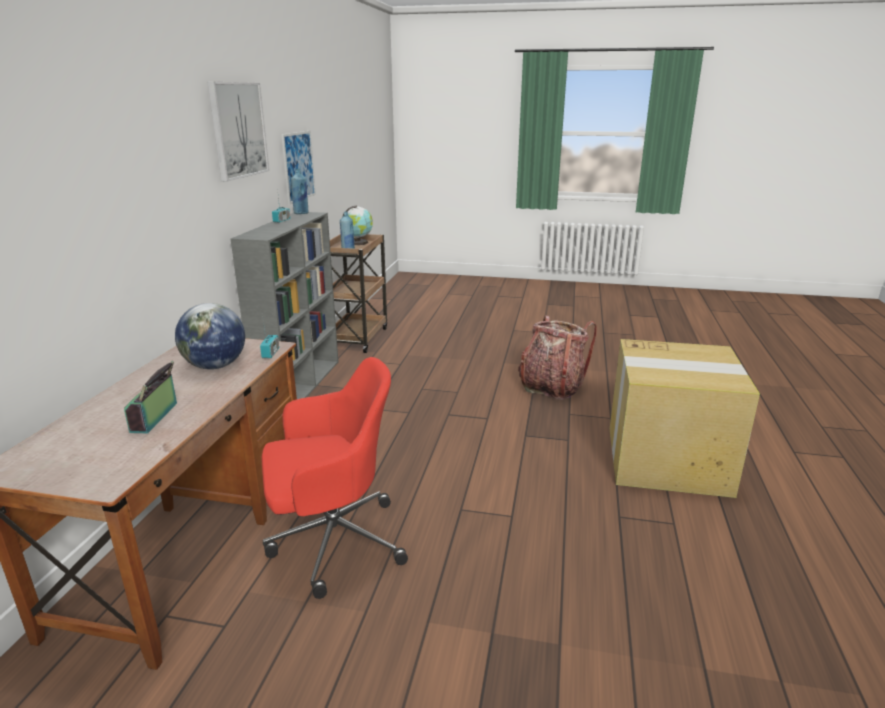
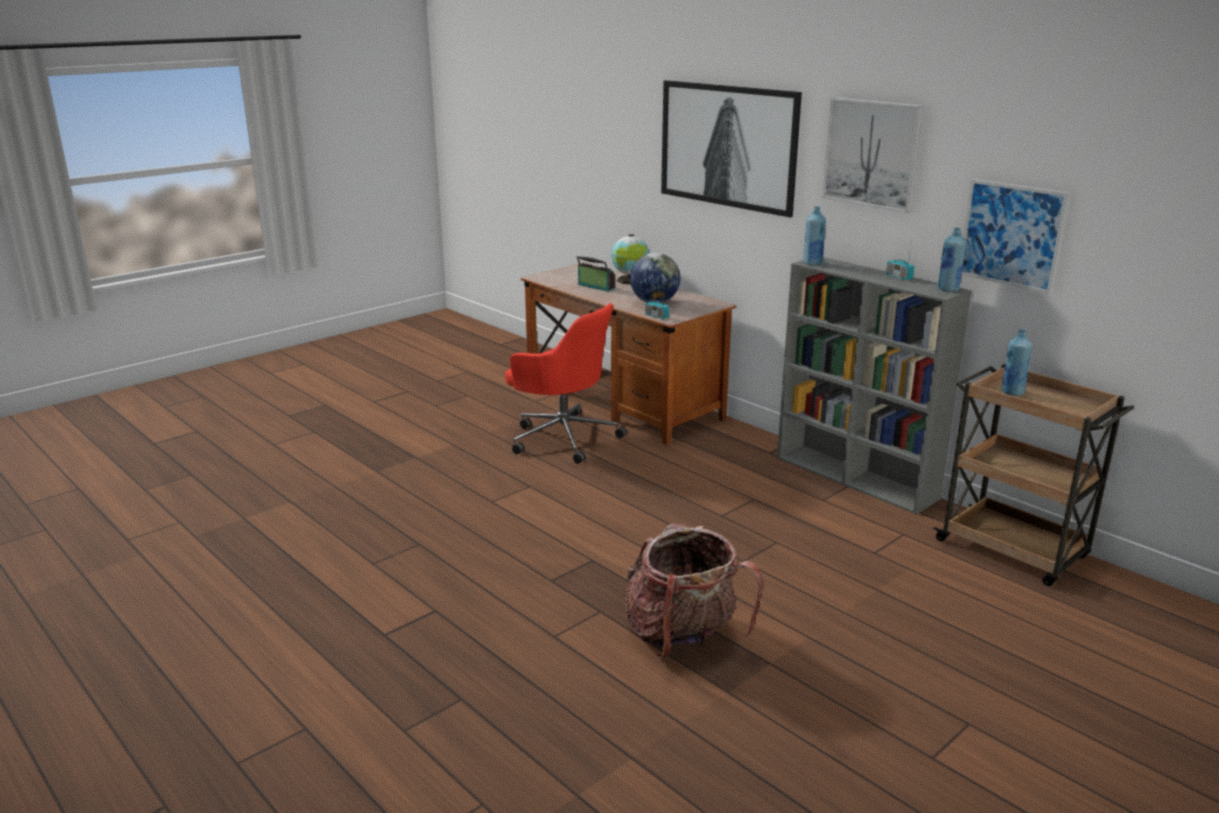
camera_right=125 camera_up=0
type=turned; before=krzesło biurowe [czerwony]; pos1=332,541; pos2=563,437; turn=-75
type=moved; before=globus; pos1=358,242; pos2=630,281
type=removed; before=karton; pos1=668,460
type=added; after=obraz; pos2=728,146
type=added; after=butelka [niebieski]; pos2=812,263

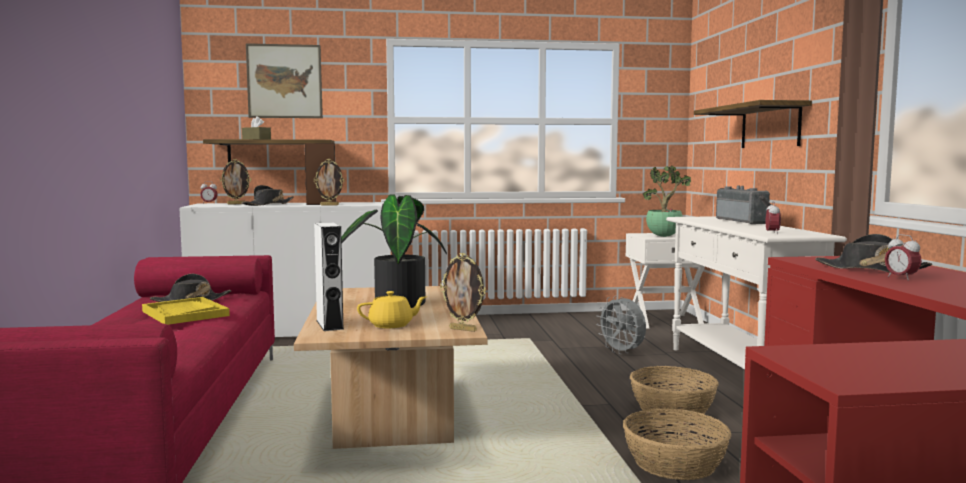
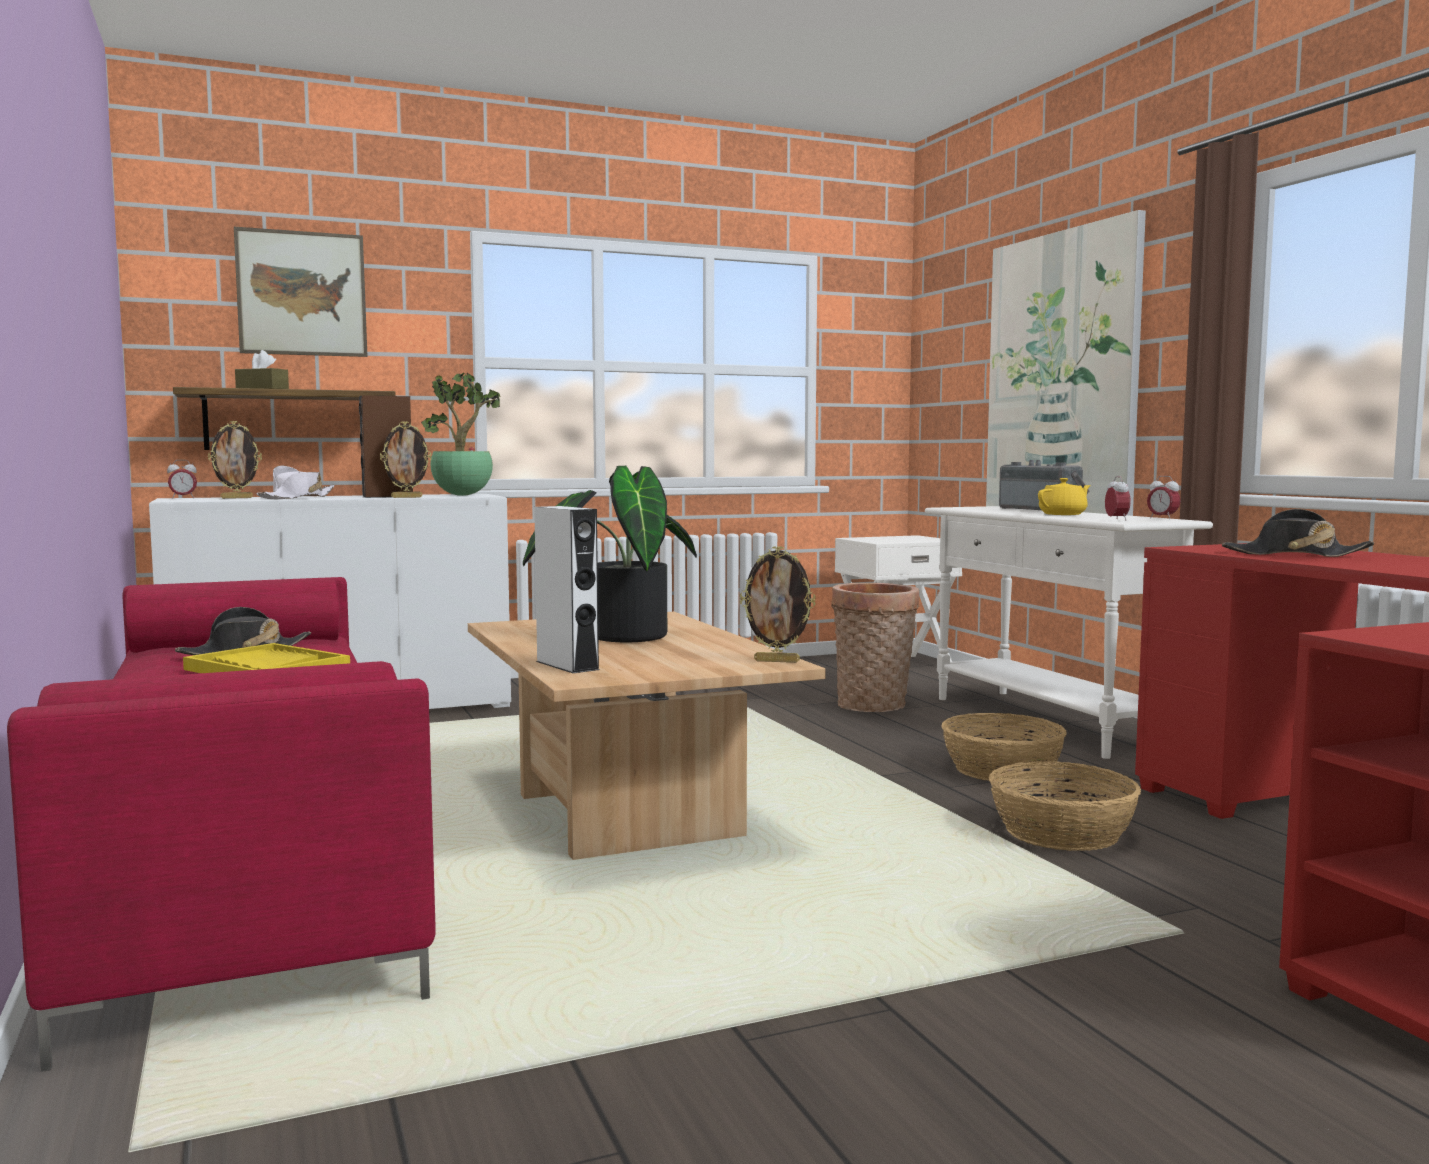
camera_right=-15 camera_up=0
type=recoloured; before=kapelusz [czarny]; after=kapelusz [biały]; pos1=268,204; pos2=297,498
type=moved; before=imbryk [żółty]; pos1=392,325; pos2=1063,514
type=replaced; before=wentylator [szary]; after=koszyk; pos1=622,352; pos2=873,707
type=moved; before=roślina doniczkowa; pos1=664,236; pos2=464,495
type=replaced; before=półka; after=obraz; pos1=770,126; pos2=1061,378
type=moved; before=budzik; pos1=901,278; pos2=1162,518

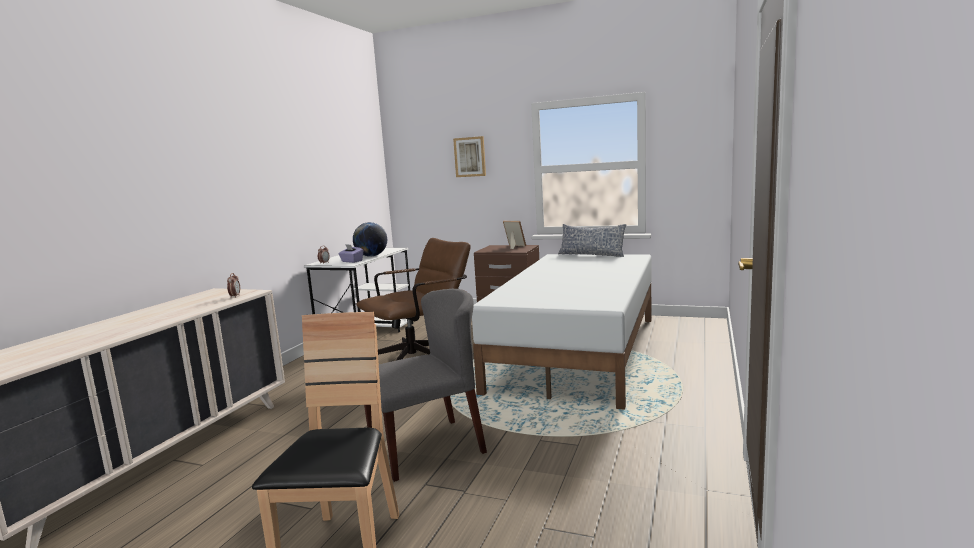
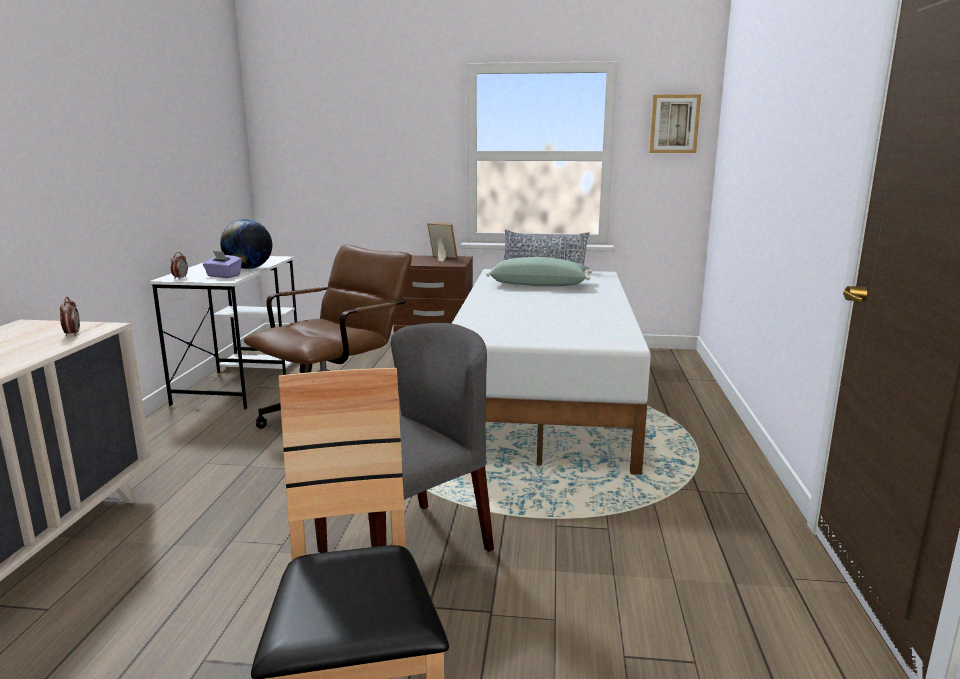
camera_right=-15 camera_up=5
type=moved; before=obraz; pos1=470,157; pos2=674,124
type=added; after=poduszka [zielony]; pos2=539,285

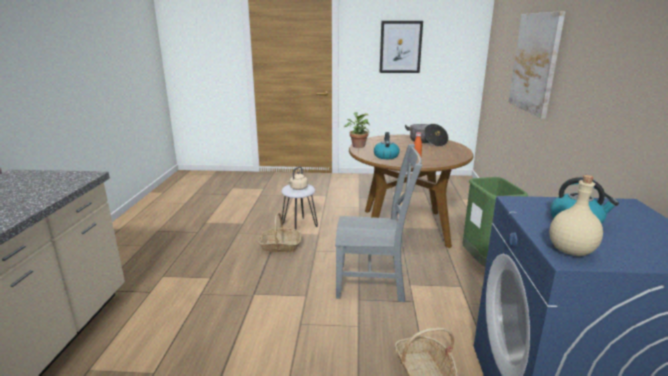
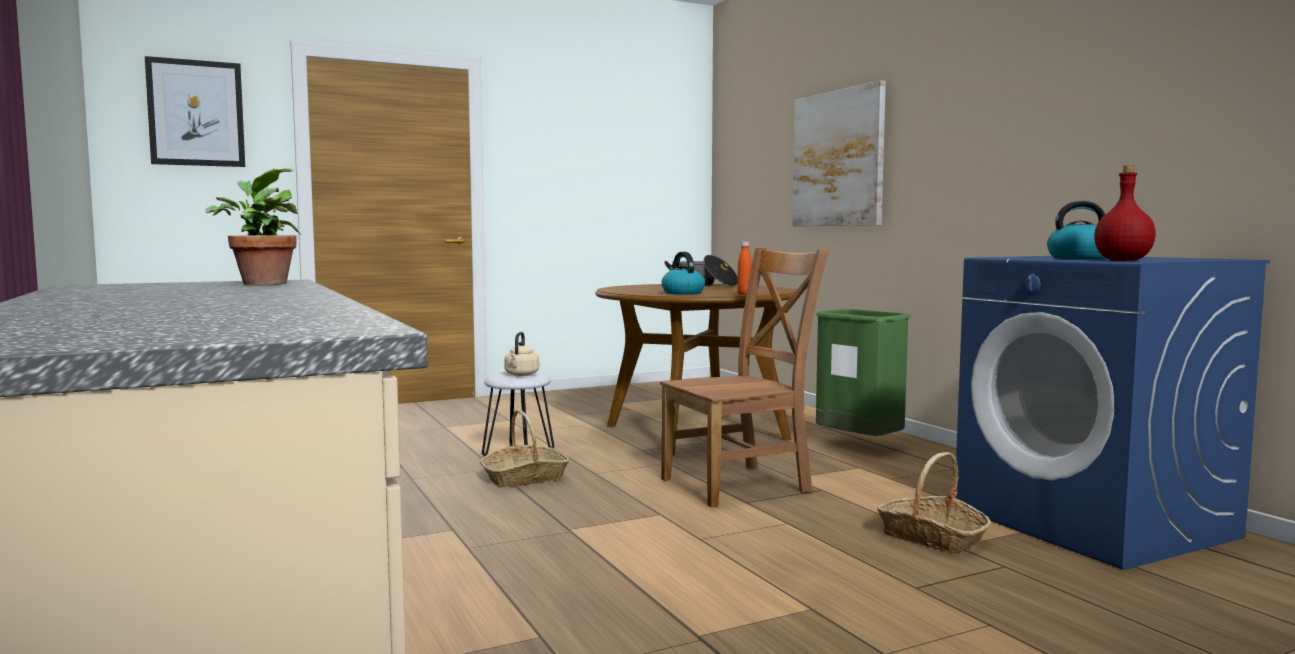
camera_right=-30 camera_up=-15
type=recoloured; before=krzesło [szary]; after=krzesło [brązowy]; pos1=373,282; pos2=741,485
type=moved; before=roślina doniczkowa; pos1=357,146; pos2=260,283
type=moved; before=obraz; pos1=400,47; pos2=196,113
type=recoloured; before=butelka [beżowy]; after=butelka [czerwony]; pos1=570,251; pos2=1122,260

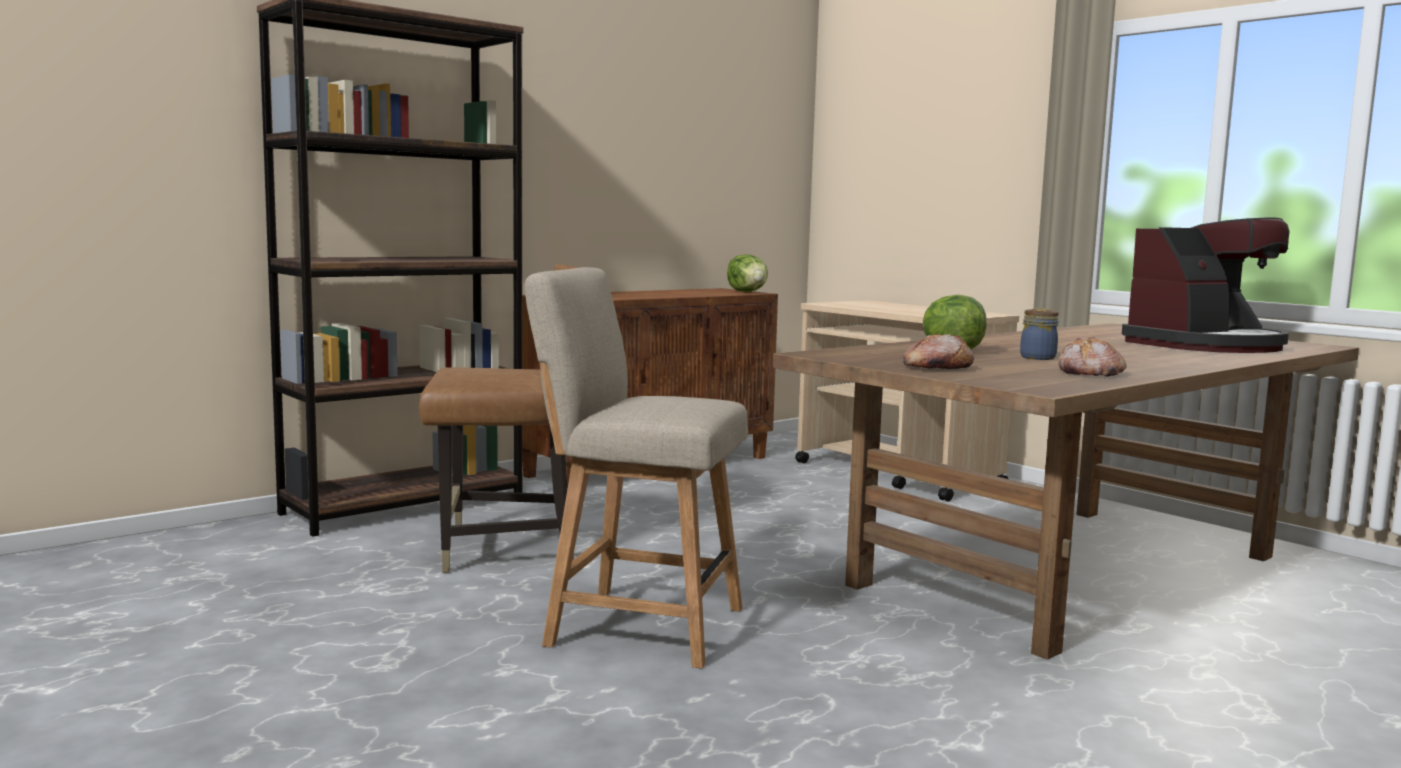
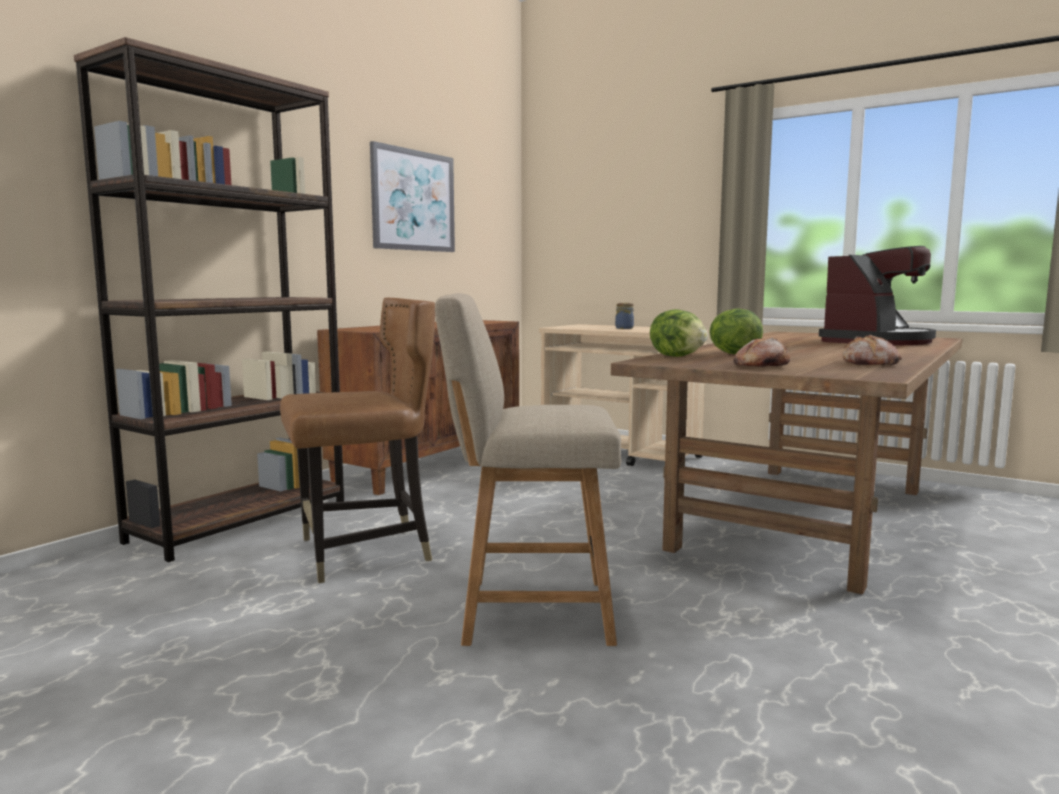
camera_right=-15 camera_up=0
type=moved; before=sałata; pos1=748,292; pos2=678,356
type=moved; before=słoik; pos1=1037,357; pos2=624,328
type=added; after=obraz; pos2=413,200

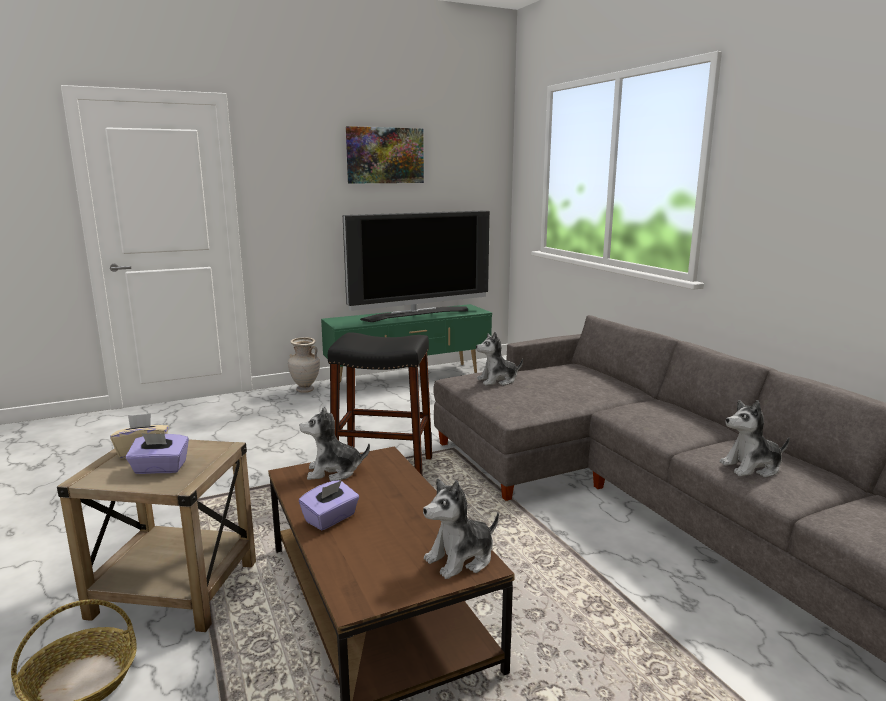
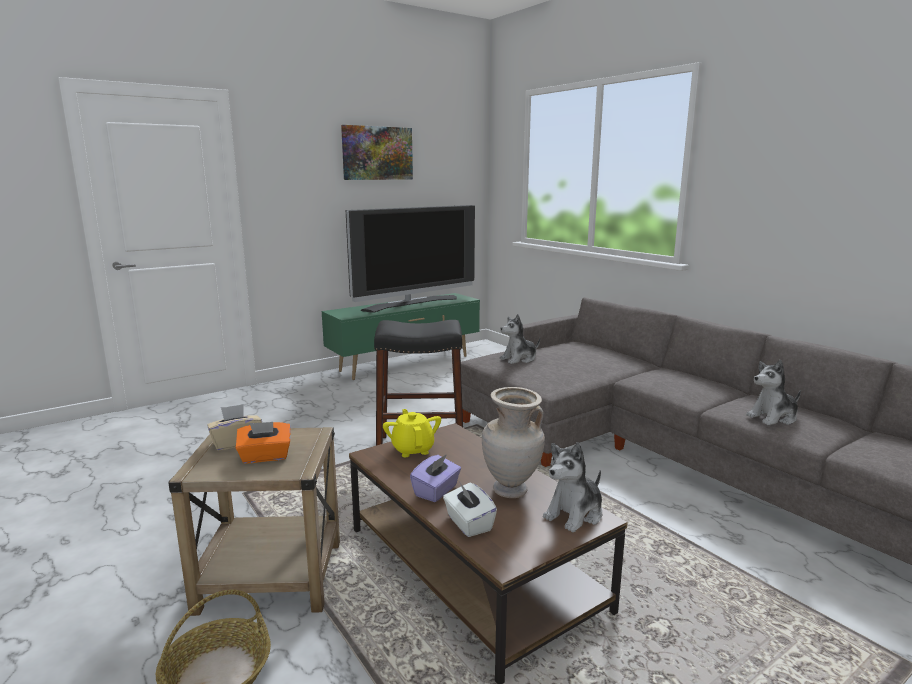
camera_right=-10 camera_up=0
type=recoloured; before=pudełko chusteczek [fioletowy]; after=pudełko chusteczek [pomarańczowy]; pos1=160,468; pos2=265,457
type=moved; before=wazon [beżowy]; pos1=305,390; pos2=511,491
type=replaced; before=pluszak; after=imbryk [żółty]; pos1=333,471; pos2=413,449
type=added; after=pudełko chusteczek [biały]; pos2=468,523

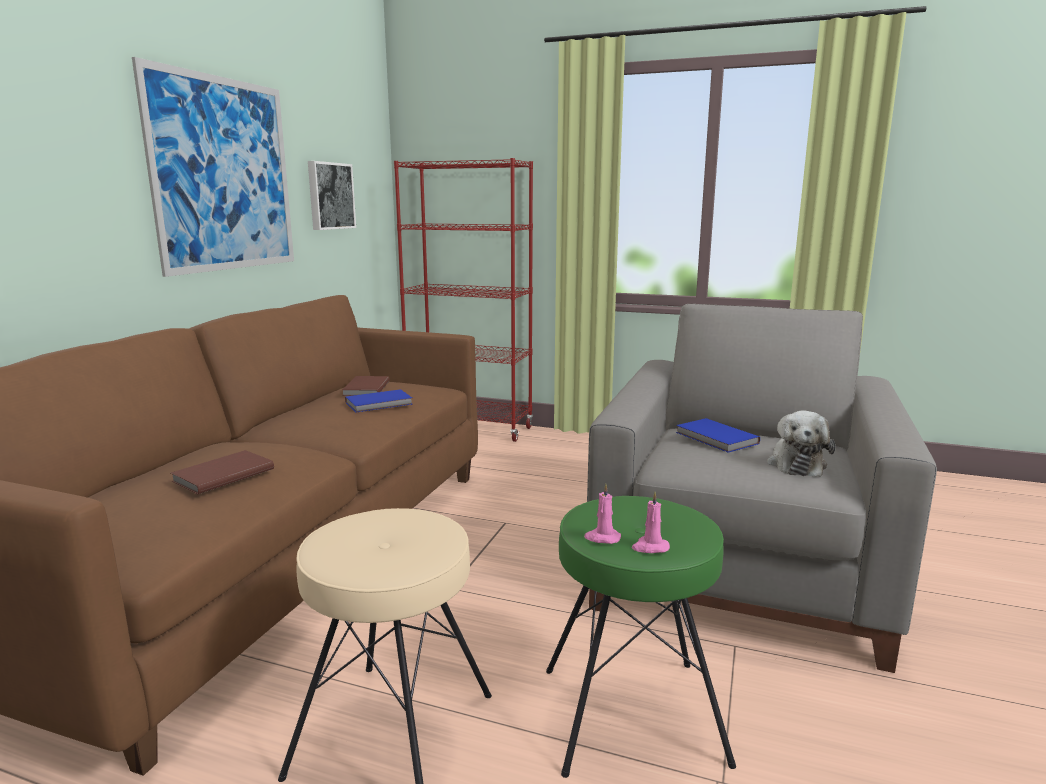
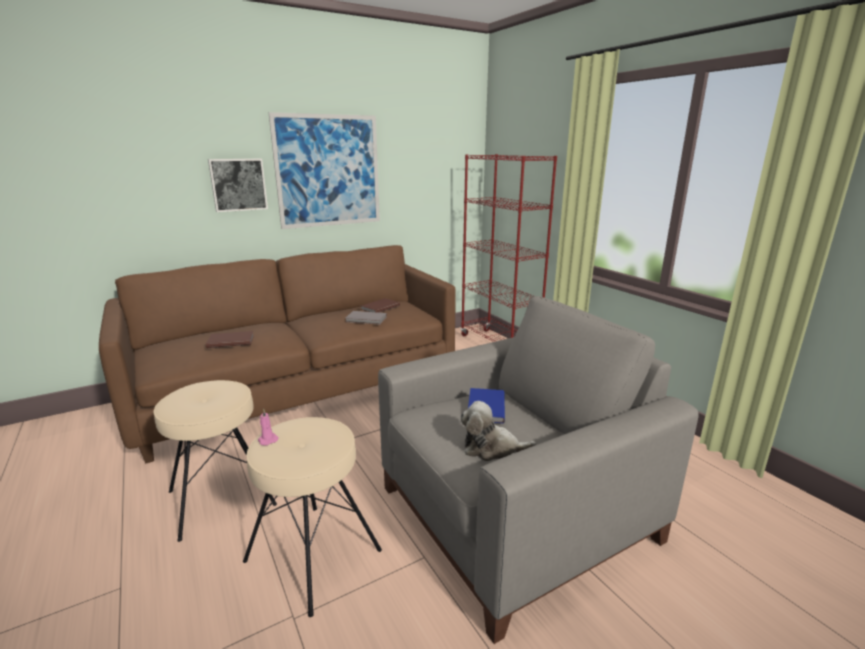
camera_right=40 camera_up=5
type=moved; before=obraz; pos1=330,196; pos2=238,184
type=recoloured; before=książka [niebieski]; after=książka [szary]; pos1=380,403; pos2=366,319
type=recoloured; before=stołek [zielony]; after=stołek [beżowy]; pos1=631,713; pos2=314,554
type=removed; before=świeca [różowy]; pos1=650,547
type=turned; before=pluszak; pos1=796,464; pos2=492,448; turn=45

